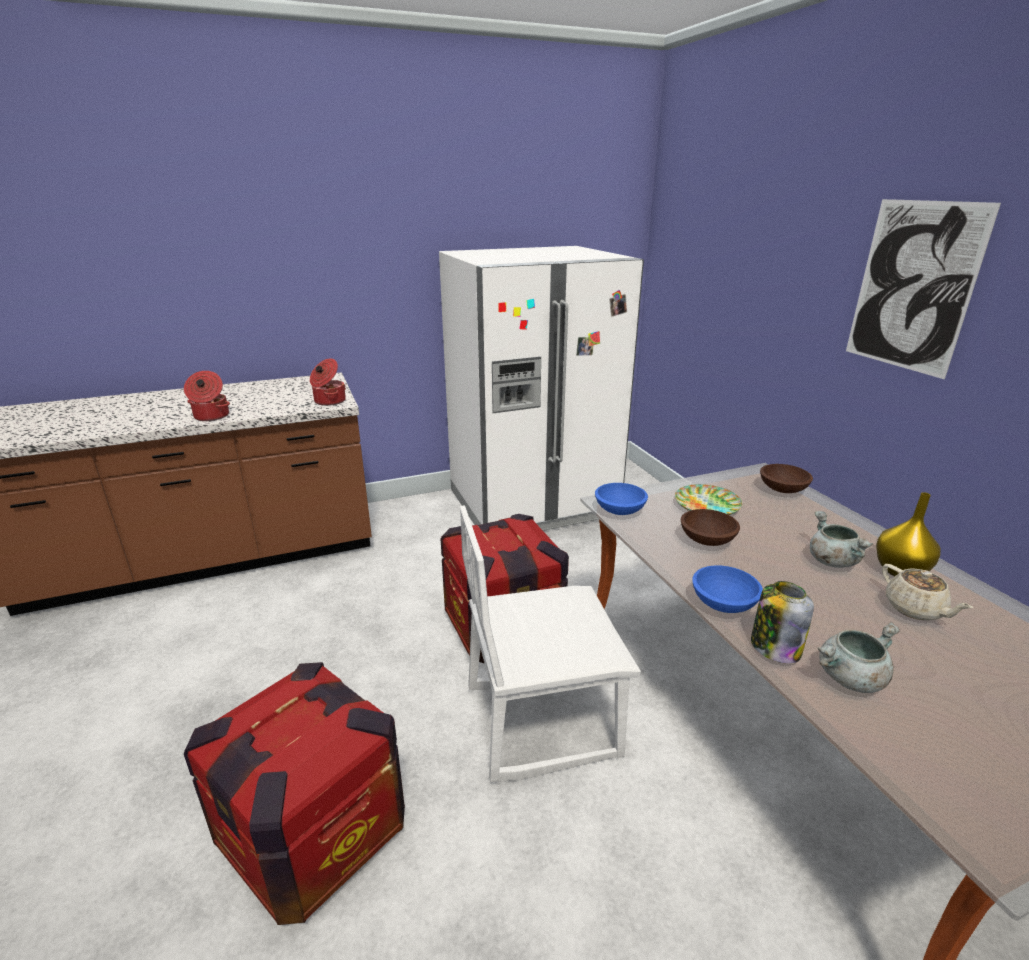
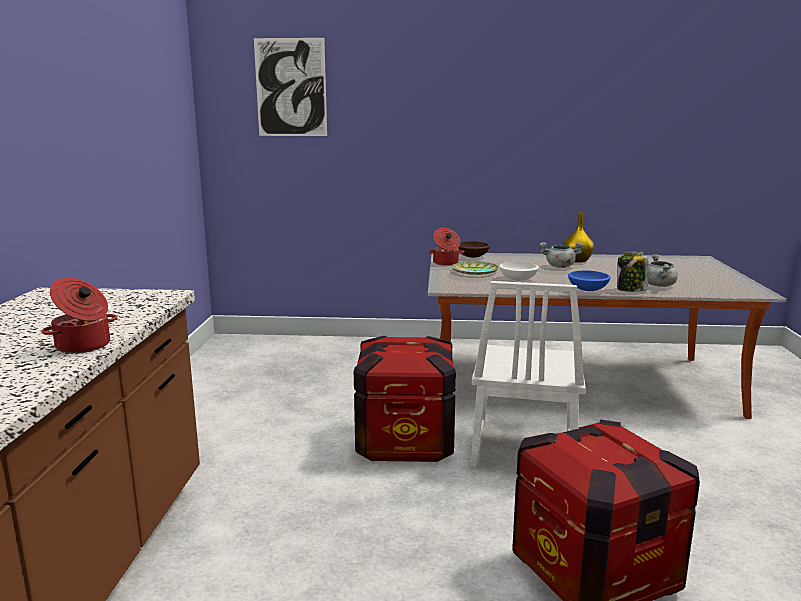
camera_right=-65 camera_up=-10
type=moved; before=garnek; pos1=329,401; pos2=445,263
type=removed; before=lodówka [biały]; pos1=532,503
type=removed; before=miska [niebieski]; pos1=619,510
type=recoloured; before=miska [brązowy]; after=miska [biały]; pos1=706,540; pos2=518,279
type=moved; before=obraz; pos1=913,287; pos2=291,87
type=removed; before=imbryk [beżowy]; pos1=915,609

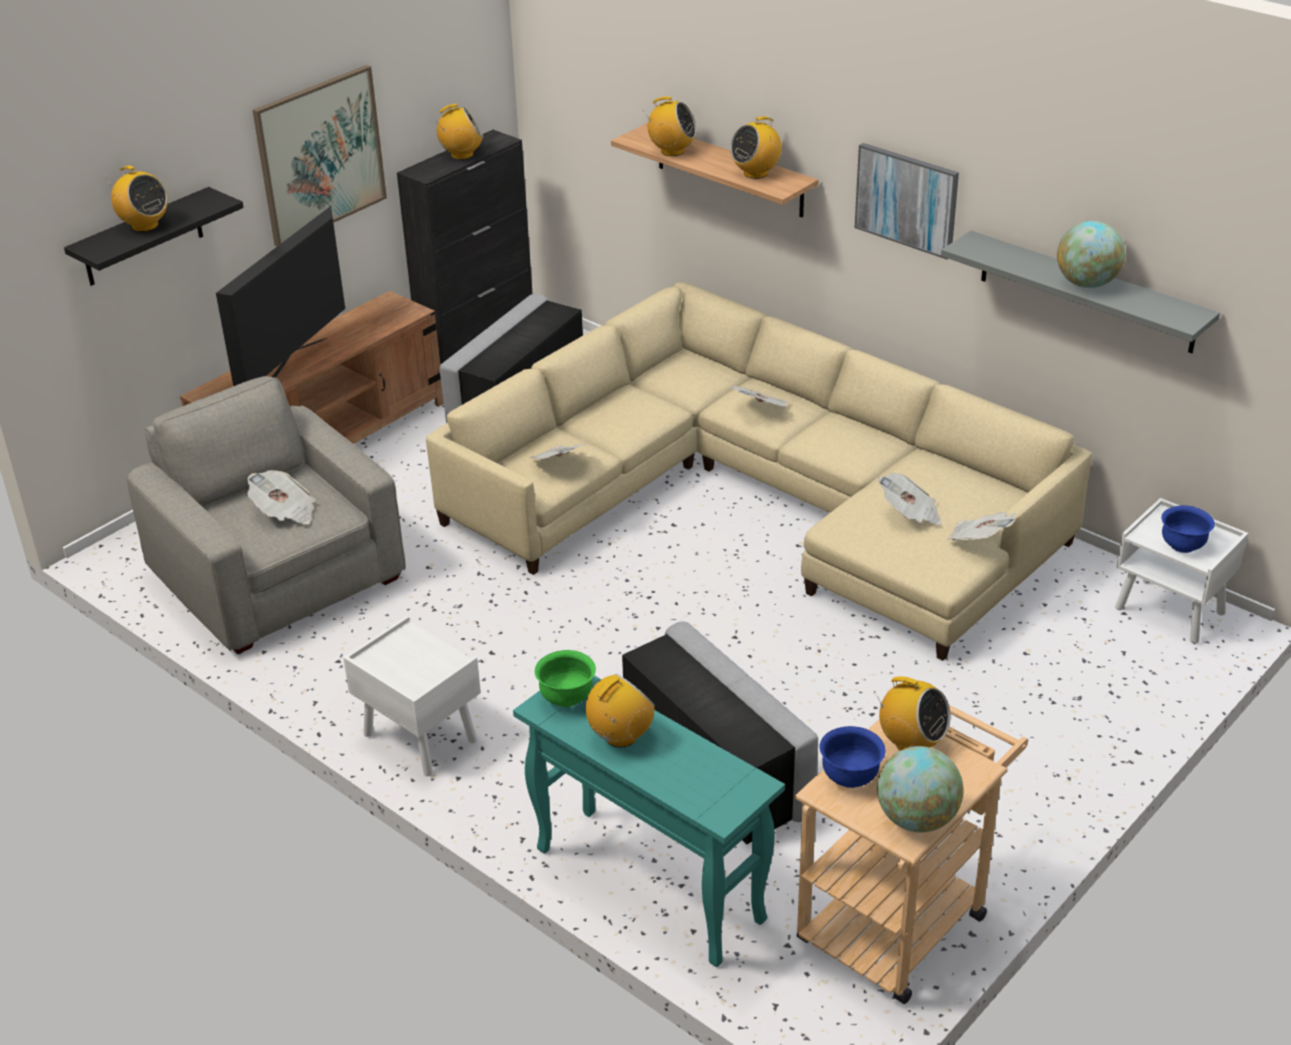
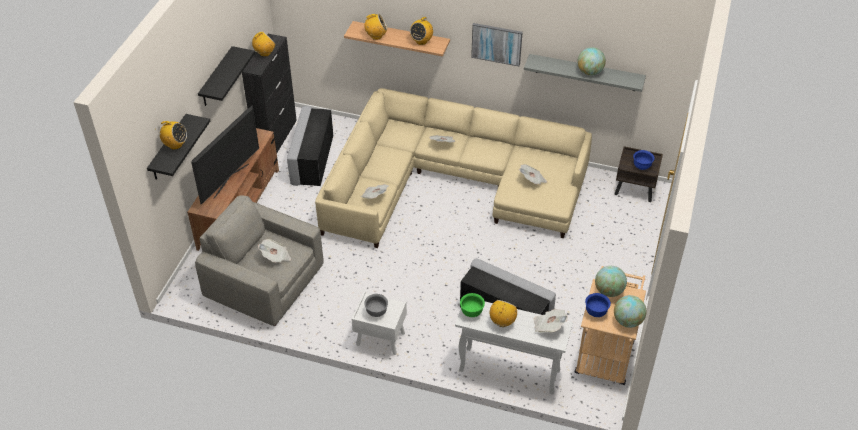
camera_right=-25 camera_up=10
type=turned; before=telewizor; pos1=296,366; pos2=231,180; turn=-150
type=replaced; before=obraz; after=półka [czarny]; pos1=320,155; pos2=216,78
type=recoloured; before=stolik konsolowy [turkusowy]; after=stolik konsolowy [biały]; pos1=647,884; pos2=508,371
type=replaced; before=radio; after=globus; pos1=911,743; pos2=608,291
type=moved; before=gazeta; pos1=979,540; pos2=548,326
type=recoloured; before=szafka nocna [biały]; after=szafka nocna [brązowy]; pos1=1171,611; pos2=635,189
type=added; after=miska [szary]; pos2=376,312

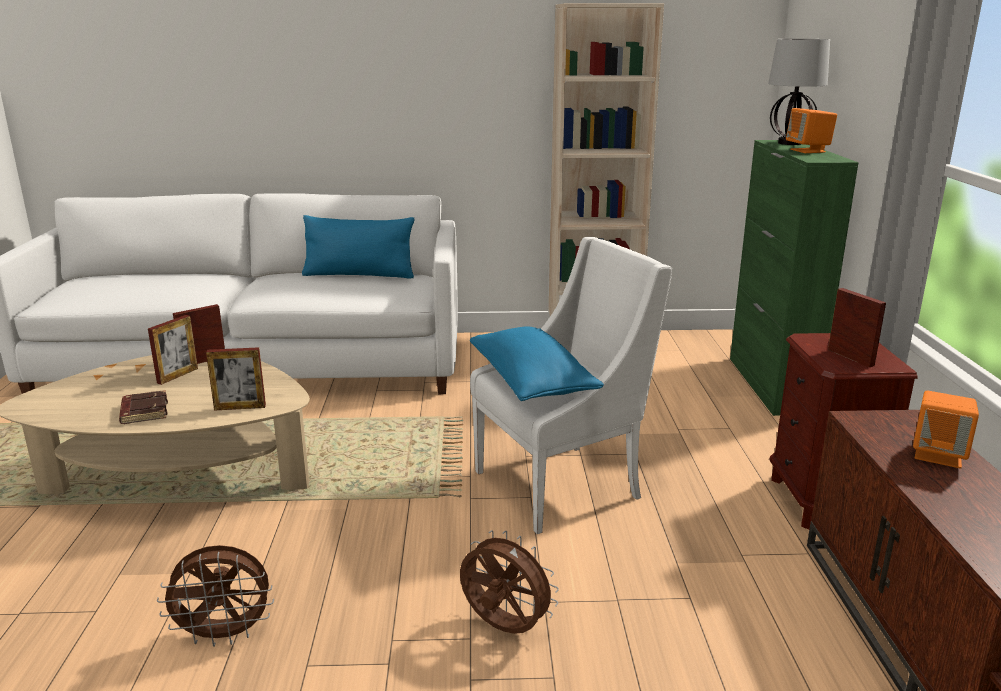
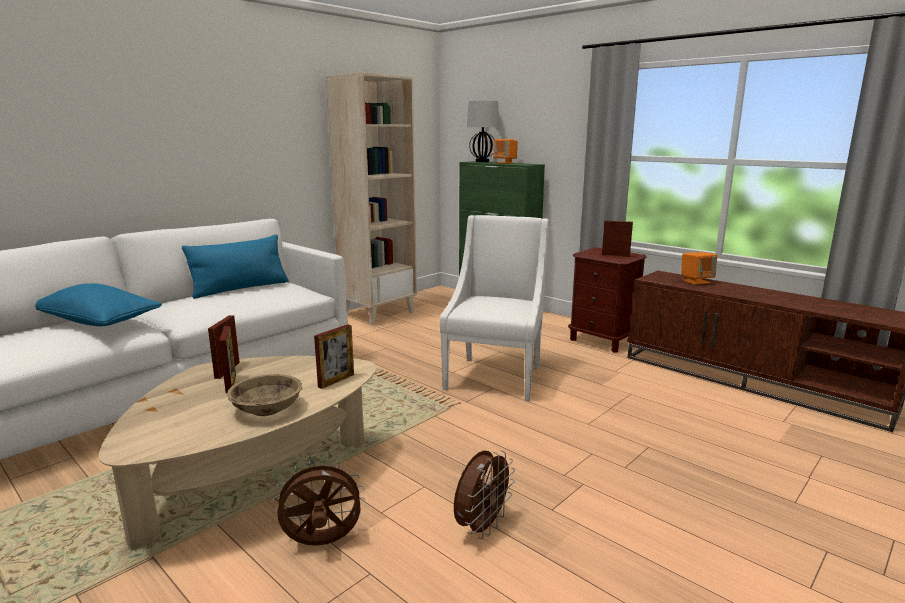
camera_right=-45 camera_up=-5
type=replaced; before=książka [brązowy]; after=miska [beżowy]; pos1=143,411; pos2=267,409
type=moved; before=wentylator [brązowy]; pos1=503,628; pos2=322,544
type=moved; before=poduszka [niebieski]; pos1=531,382; pos2=98,322

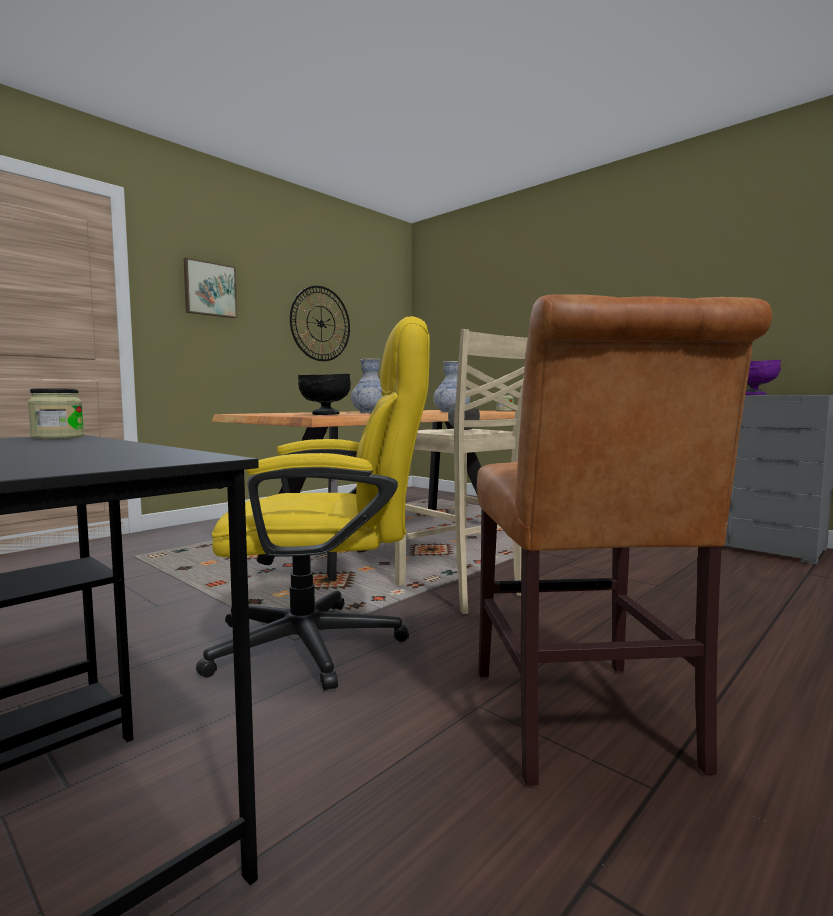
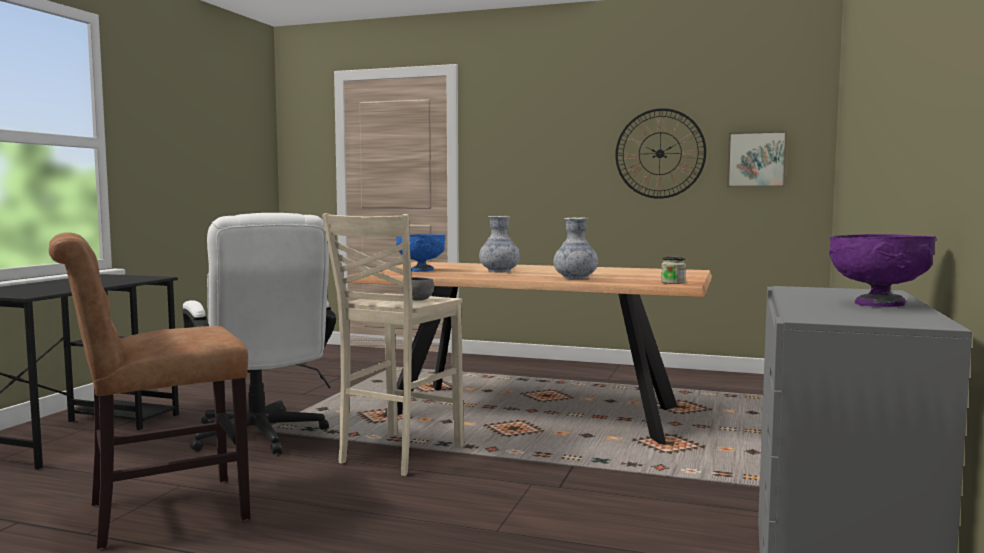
camera_right=65 camera_up=0
type=removed; before=słoik; pos1=58,437
type=moved; before=obraz; pos1=209,289; pos2=756,159
type=recoloured; before=krzesło biurowe [żółty]; after=krzesło biurowe [biały]; pos1=326,643; pos2=261,438
type=recoloured; before=miska [czarny]; after=miska [niebieski]; pos1=325,414; pos2=421,271

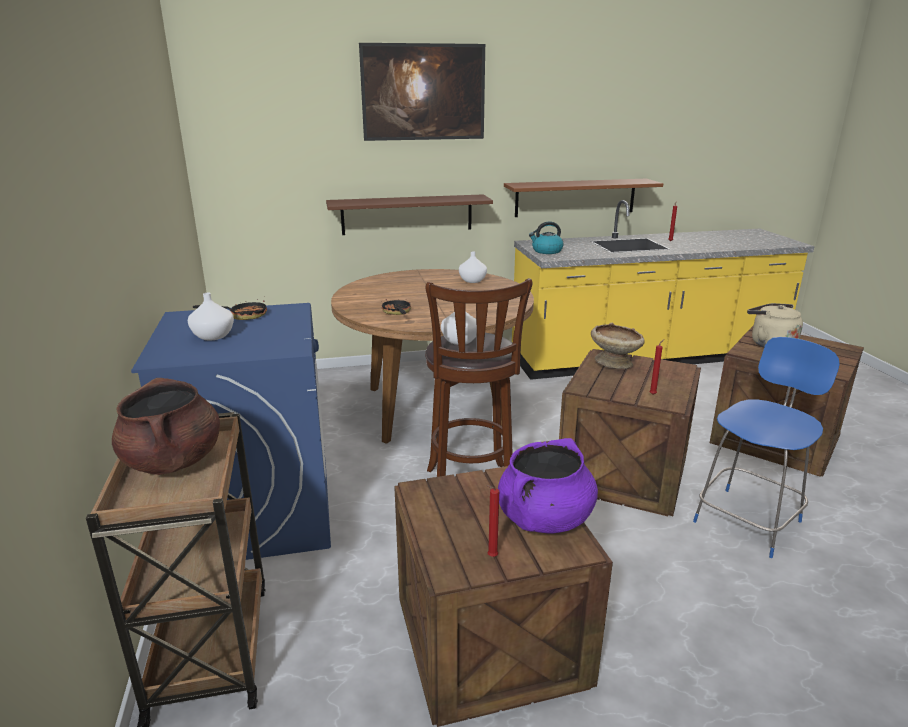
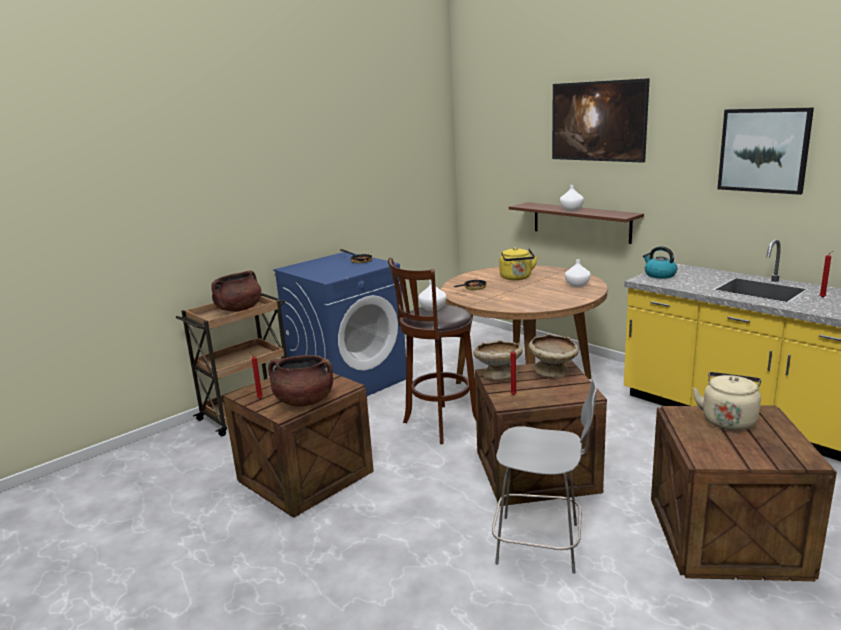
camera_right=60 camera_up=-5
type=moved; before=wazon [biały]; pos1=214,336; pos2=572,209
type=recoloured; before=garnek [fioletowy]; after=garnek [brązowy]; pos1=545,519; pos2=304,401
type=removed; before=półka [brązowy]; pos1=575,197
type=recoloured; before=stołek [niebieski]; after=stołek [szary]; pos1=749,519; pos2=541,544
type=added; after=miska [beżowy]; pos2=497,375
type=added; after=czajnik [żółty]; pos2=516,278
type=added; after=obraz; pos2=764,150

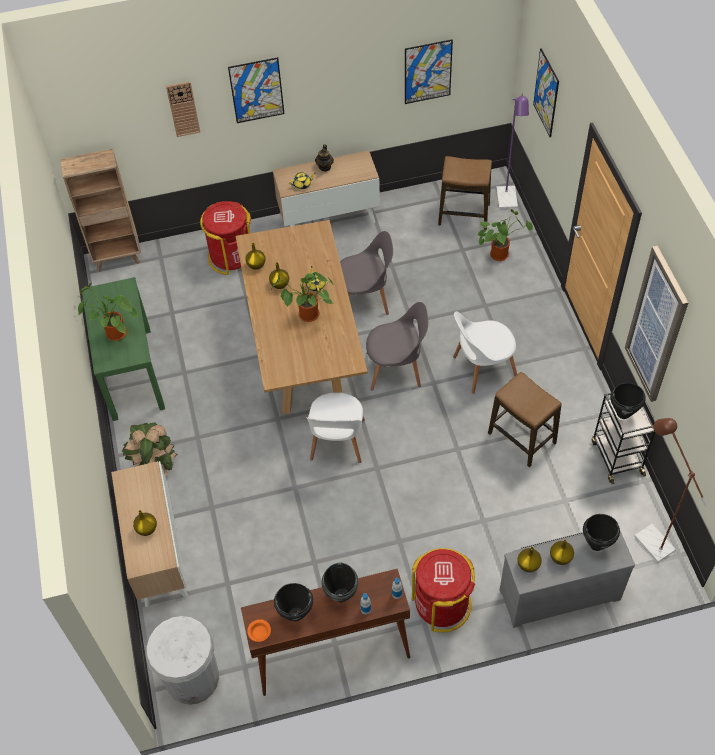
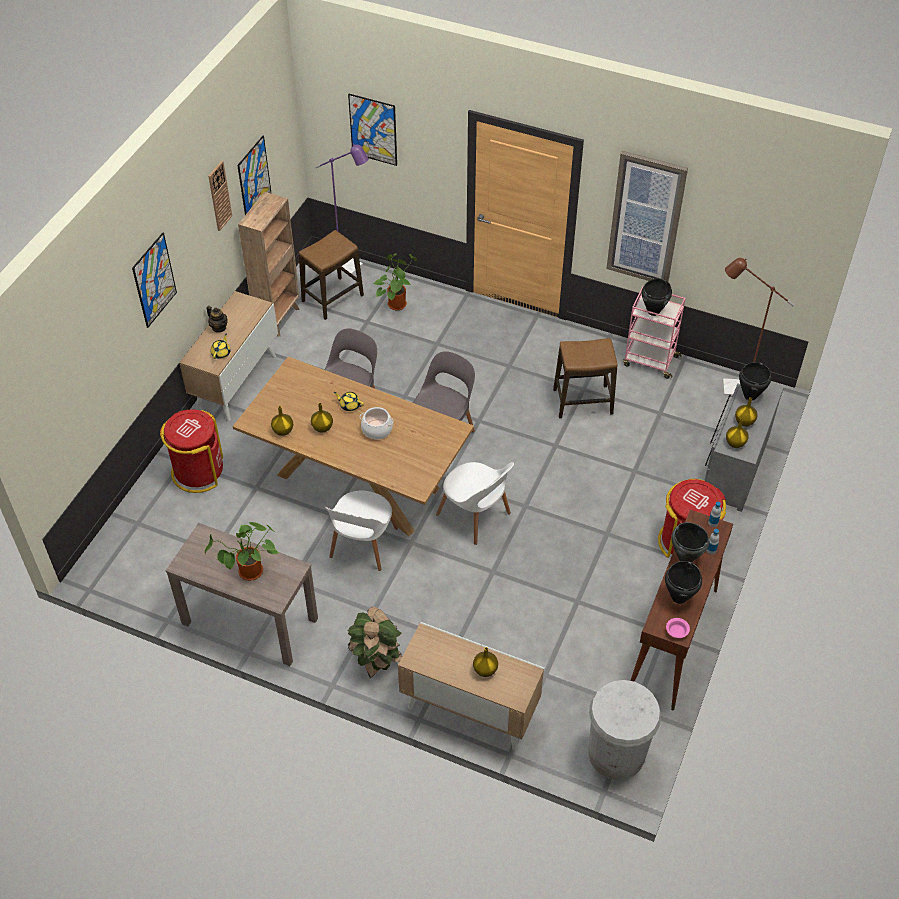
camera_right=-55 camera_up=-5
type=moved; before=regał [brązowy]; pos1=118,258; pos2=278,318
type=recoloured; before=stolik konsolowy [zielony]; after=stolik konsolowy [brązowy]; pos1=131,372; pos2=249,621
type=moved; before=zegar ścienny; pos1=183,109; pos2=219,196
type=recoloured; before=miska [pomarańczowy]; after=miska [różowy]; pos1=260,632; pos2=676,631
type=replaced; before=roślina doniczkowa; after=garnek; pos1=307,316; pos2=377,429
type=moved; before=krzesło [biały]; pos1=482,368; pos2=362,545
type=recoloured; before=wózek [czarny]; after=wózek [różowy]; pos1=616,457; pos2=649,361

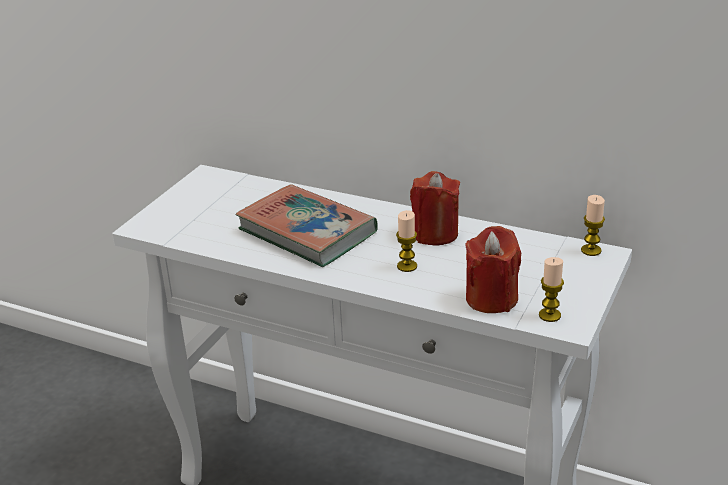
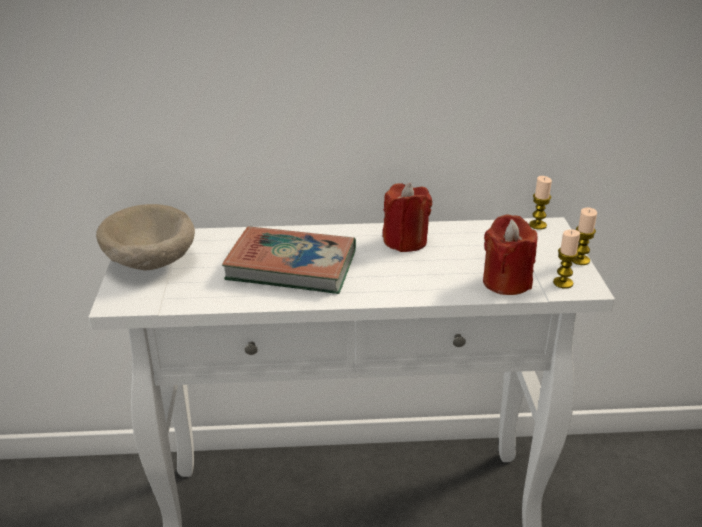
camera_right=-30 camera_up=0
type=moved; before=świeca; pos1=407,266; pos2=580,260
type=added; after=miska [beżowy]; pos2=149,264

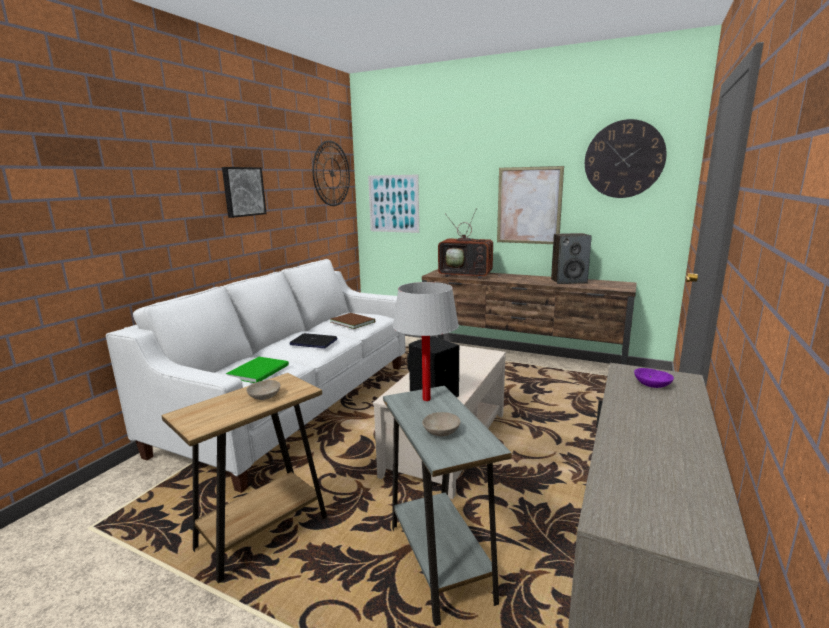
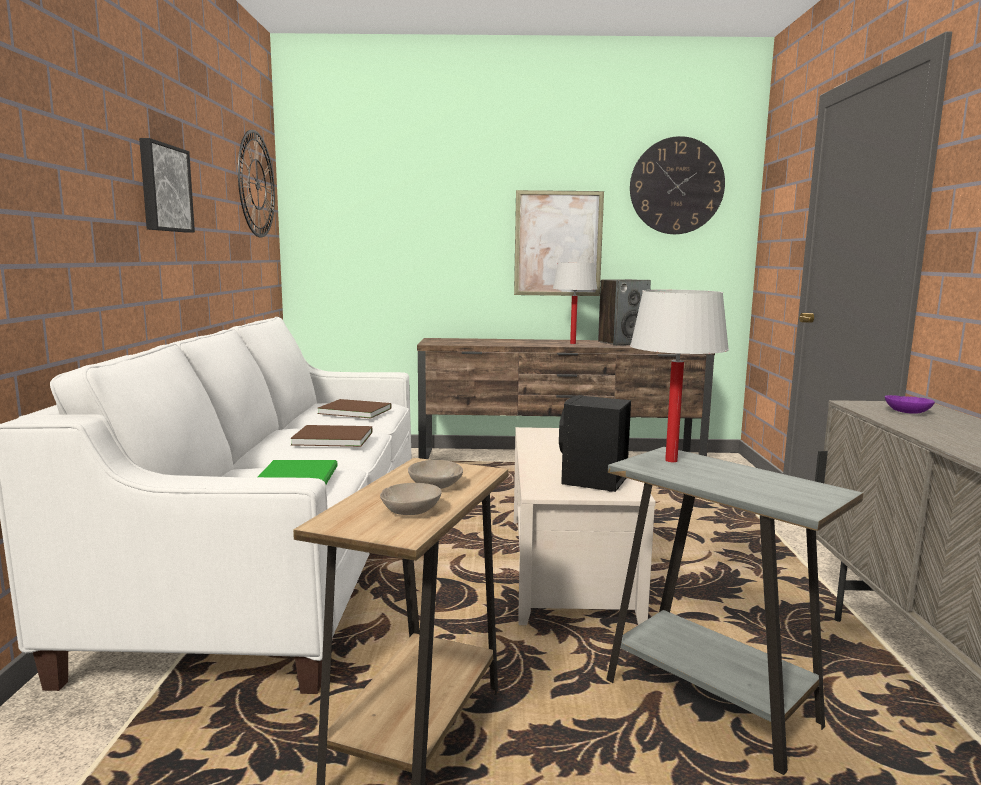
camera_right=-25 camera_up=-5
type=replaced; before=laptop; after=książka [brązowy]; pos1=313,342; pos2=331,438
type=removed; before=obraz; pos1=393,204
type=moved; before=miska [beżowy]; pos1=442,432; pos2=412,511
type=removed; before=telewizor; pos1=467,275
type=added; after=lampa stołowa [biały]; pos2=572,343

